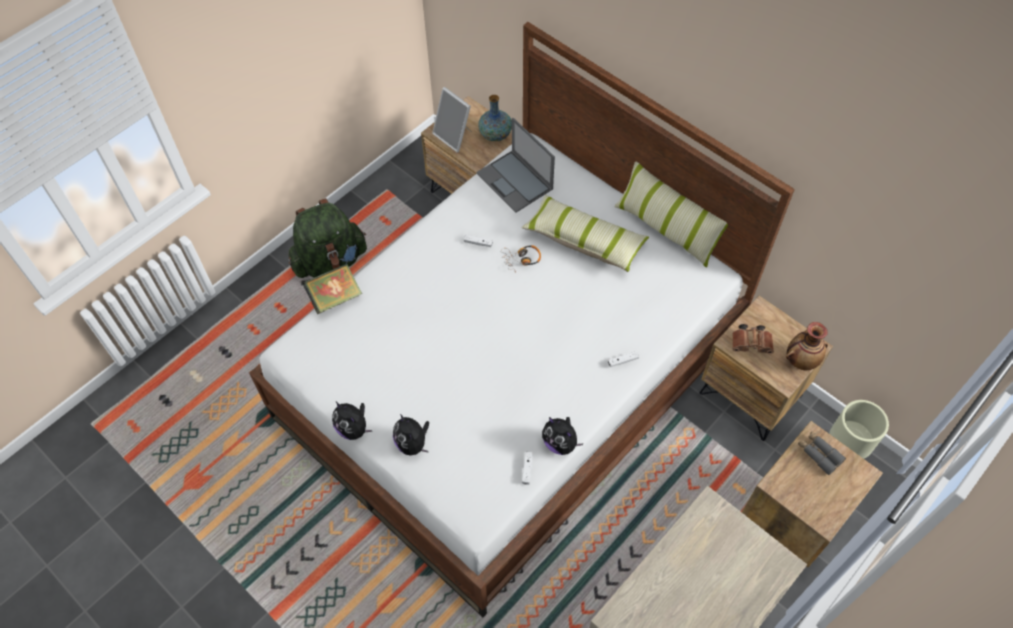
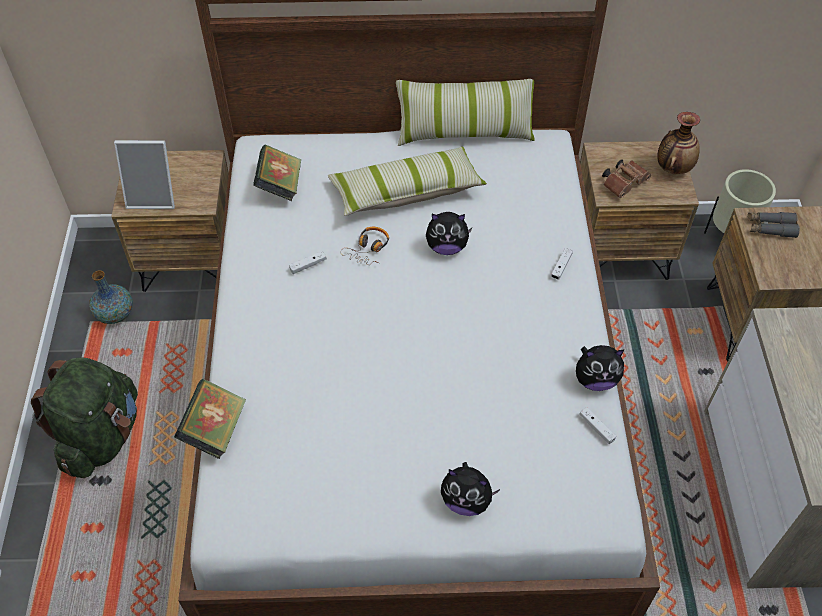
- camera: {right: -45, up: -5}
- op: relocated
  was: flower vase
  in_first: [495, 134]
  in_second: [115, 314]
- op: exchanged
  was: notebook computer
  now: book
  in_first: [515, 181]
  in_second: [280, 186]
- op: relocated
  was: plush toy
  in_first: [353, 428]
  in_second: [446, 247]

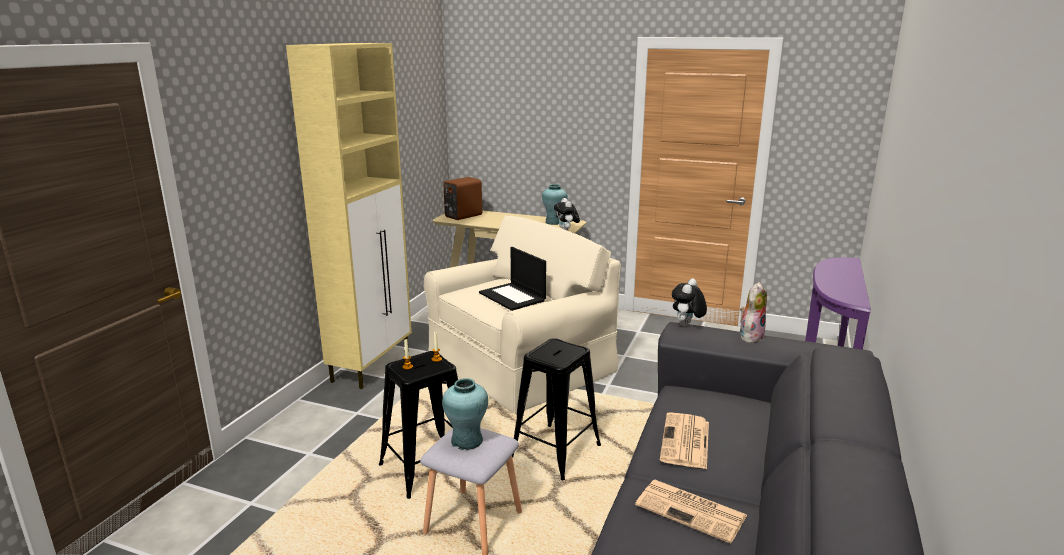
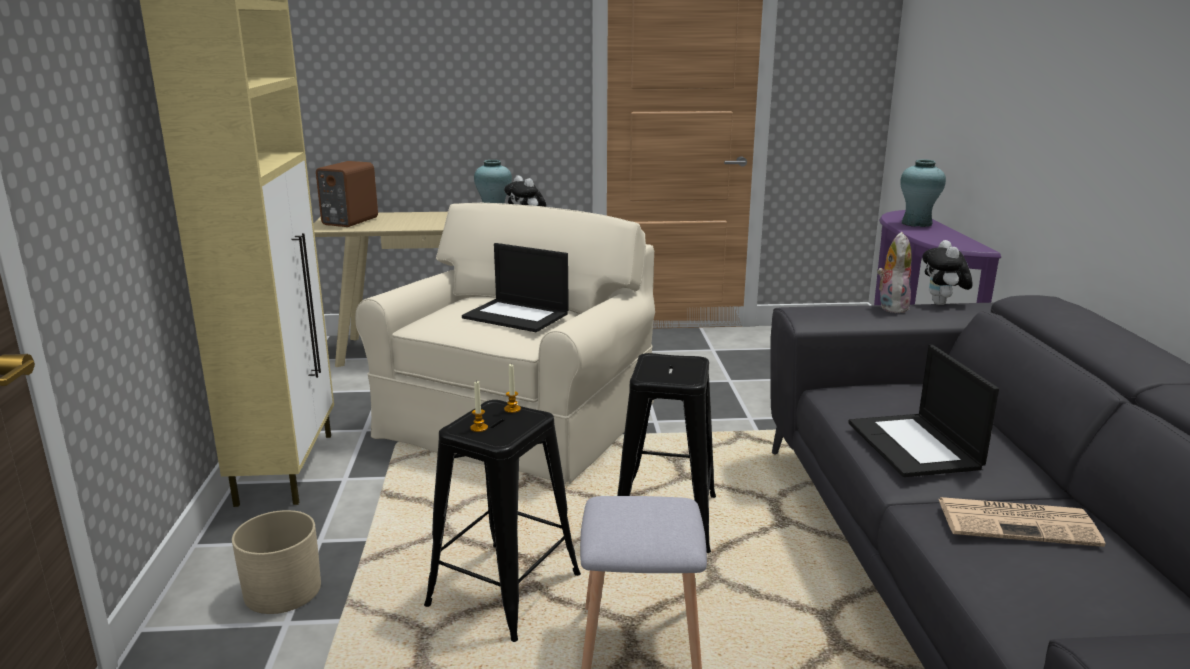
- camera: {right: -25, up: 0}
- op: relocated
  was: plush toy
  in_first: [686, 325]
  in_second: [942, 304]
- op: relocated
  was: flower vase (turquoise-coloured)
  in_first: [467, 441]
  in_second: [917, 223]
- op: exchanged
  was: newspaper
  now: notebook computer
  in_first: [685, 442]
  in_second: [915, 446]
- op: appeared
  now: plant pot (beige-coloured)
  in_second: [283, 590]

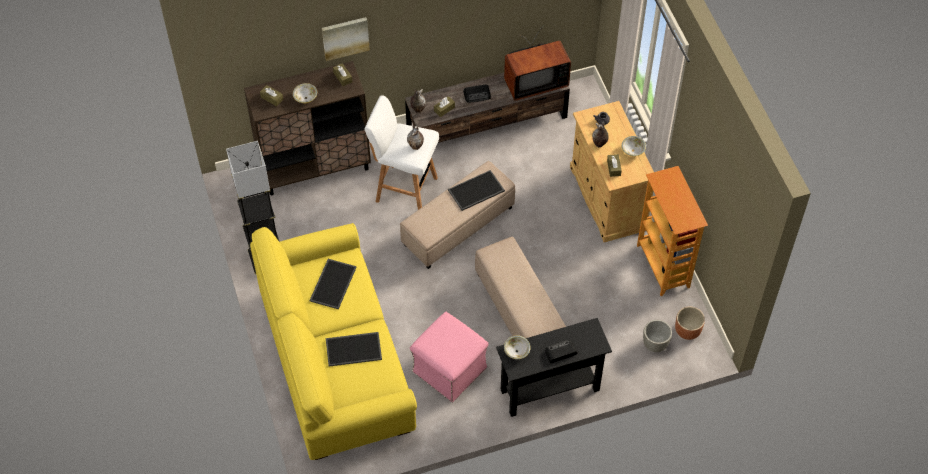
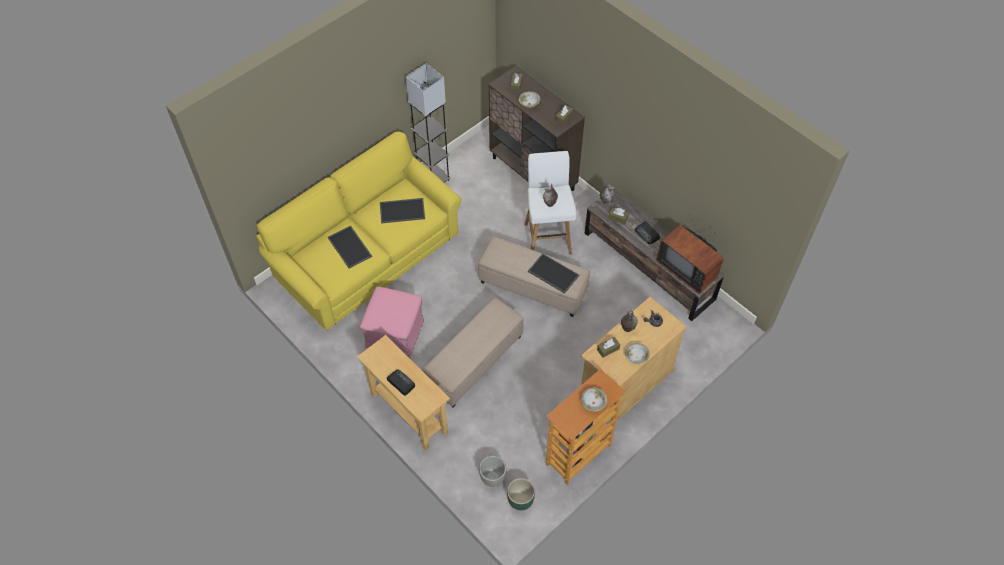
- camera: {right: 65, up: 0}
- op: missing
  was: picture
  in_first: [345, 37]
- op: colour
  was: plant pot (brown-coloured)
  now: plant pot (green)
  in_first: [687, 331]
  in_second: [520, 499]
- op: colour
  was: console table (blackish)
  now: console table (beige-coloured)
  in_first: [550, 390]
  in_second: [409, 413]
- op: relocated
  was: serving bowl
  in_first: [516, 351]
  in_second: [593, 403]

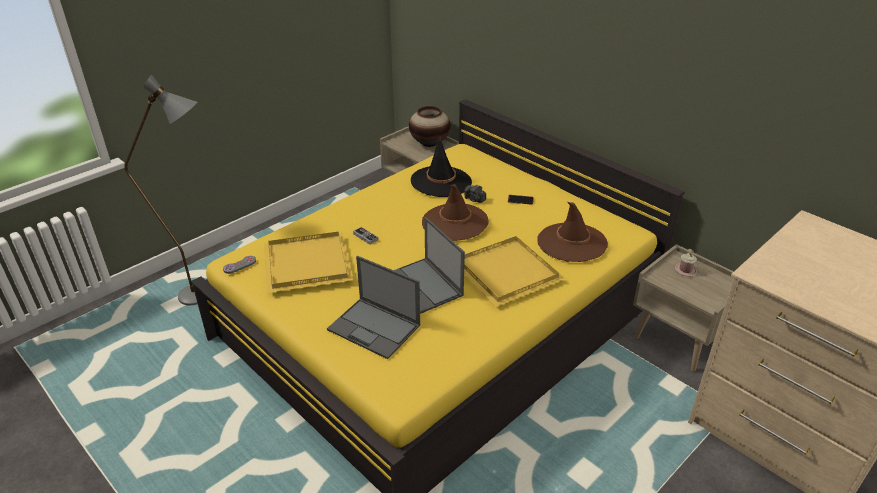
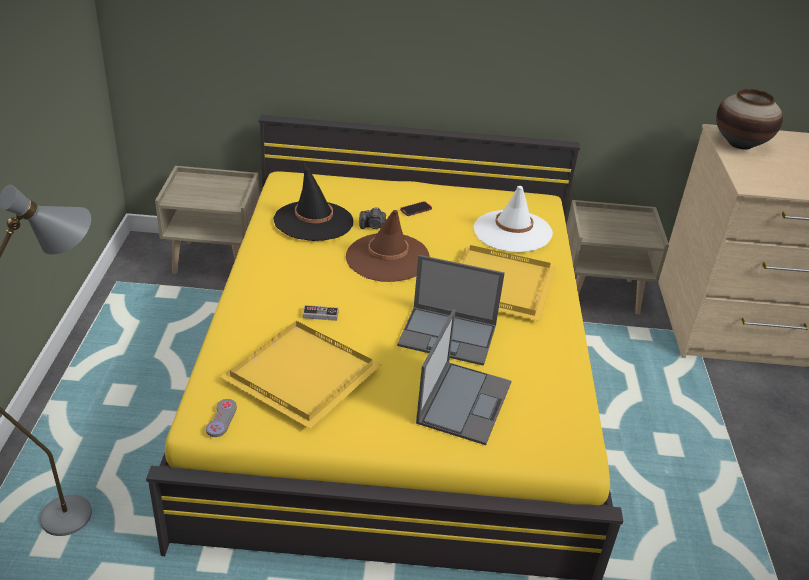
- camera: {right: -45, up: 0}
- op: relocated
  was: flower vase
  in_first: [429, 143]
  in_second: [739, 144]
- op: colour
  was: wearable hat (brown-coloured)
  now: wearable hat (white)
  in_first: [571, 242]
  in_second: [512, 231]
- op: missing
  was: mug (pinkish)
  in_first: [685, 270]
- op: spun
  was: notebook computer
  in_first: [375, 328]
  in_second: [464, 401]
  clockwise: -60

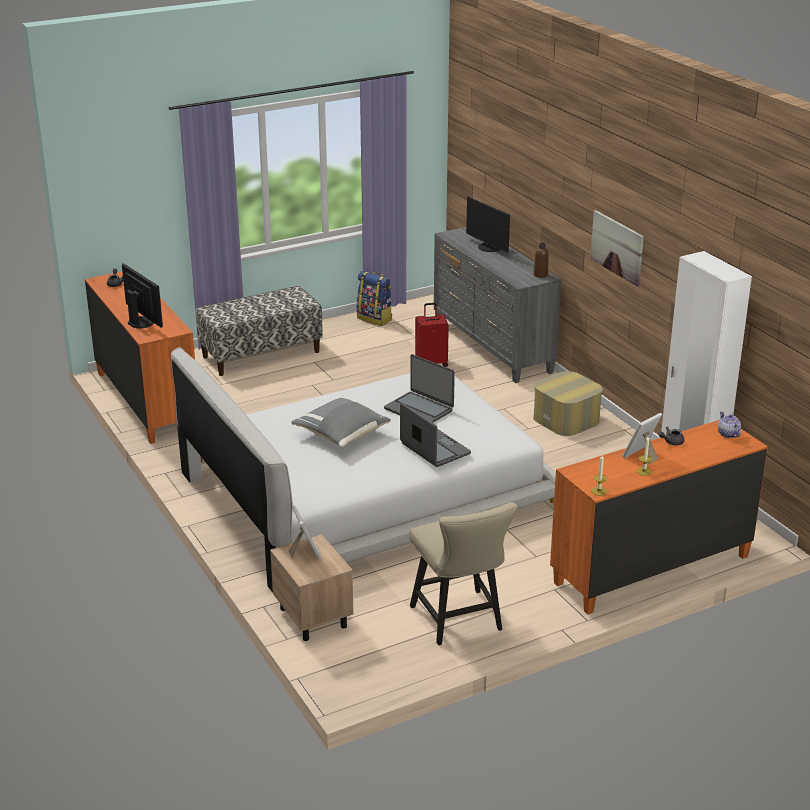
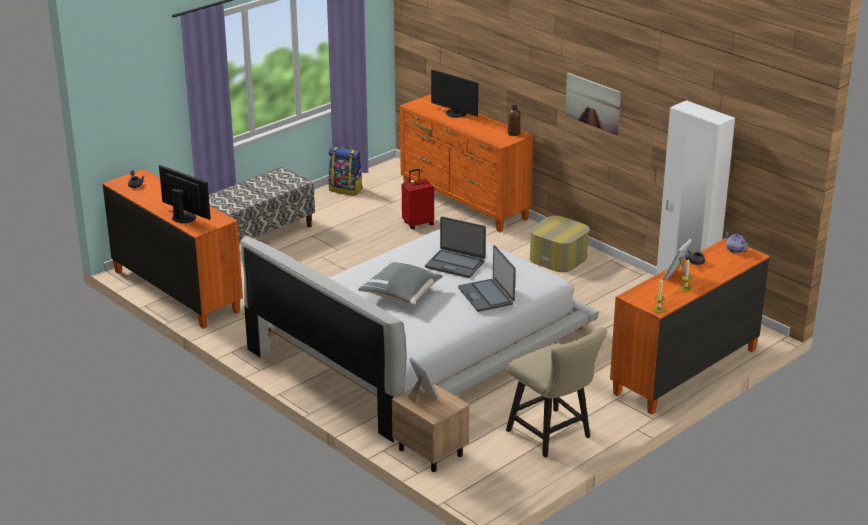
- camera: {right: -15, up: 0}
- op: colour
  was: chest of drawers (grey)
  now: chest of drawers (orange-coloured)
  in_first: [492, 347]
  in_second: [464, 203]
- op: spun
  was: notebook computer
  in_first: [434, 449]
  in_second: [486, 296]
  clockwise: -150

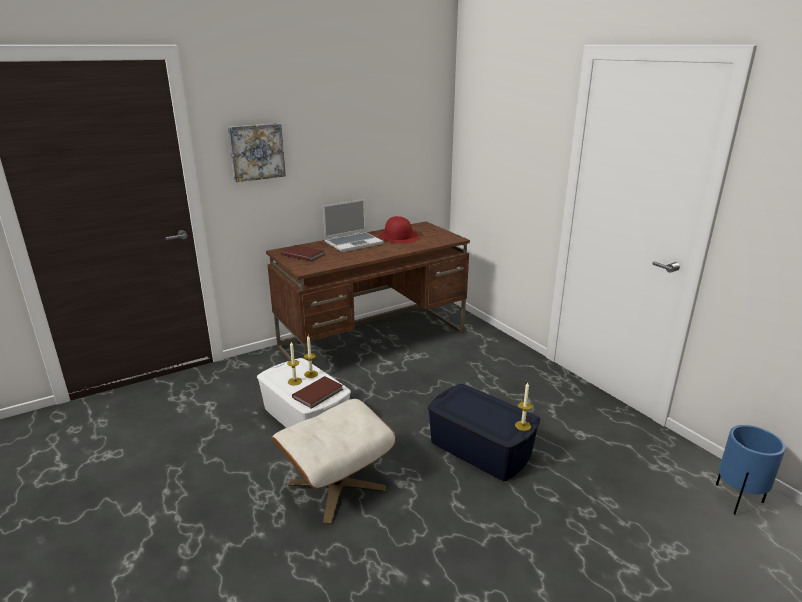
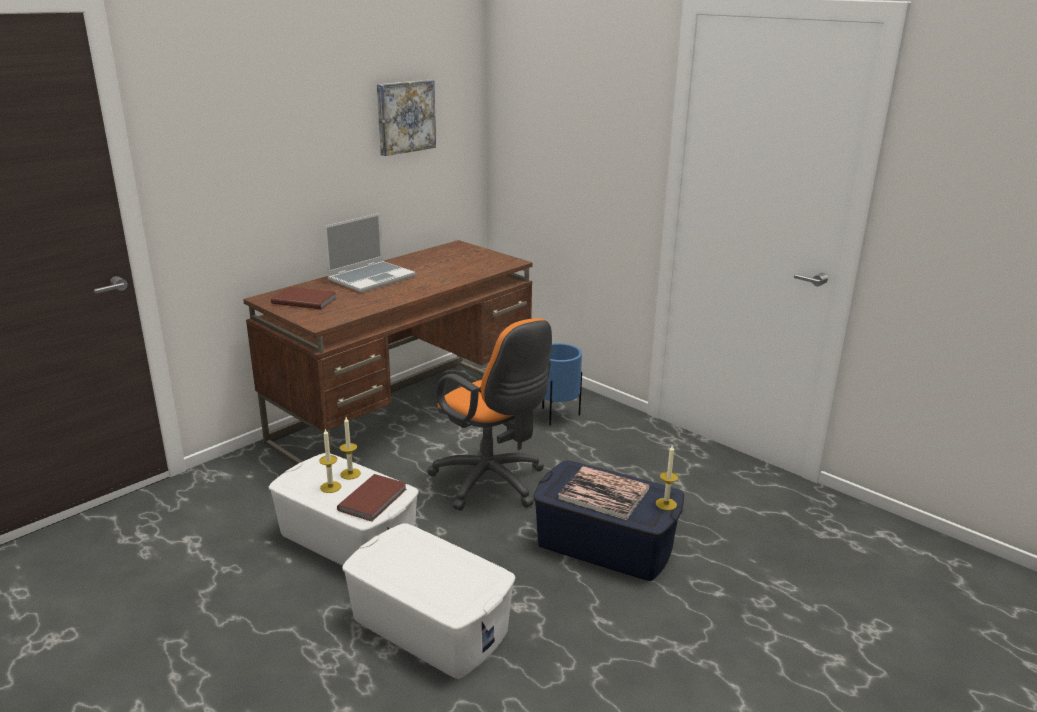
- camera: {right: -15, up: 0}
- op: relocated
  was: picture
  in_first: [256, 152]
  in_second: [404, 116]
- op: missing
  was: wearable hat (red)
  in_first: [398, 237]
- op: exchanged
  was: footrest (beige-coloured)
  now: storage bin (white)
  in_first: [337, 486]
  in_second: [430, 624]
- op: relocated
  was: plant pot (blue)
  in_first: [737, 500]
  in_second: [557, 416]
- op: appeared
  now: desk chair (orange-coloured)
  in_second: [492, 484]
- op: appeared
  now: book
  in_second: [604, 493]

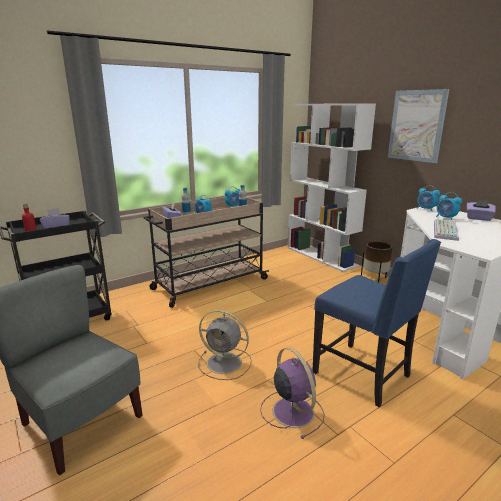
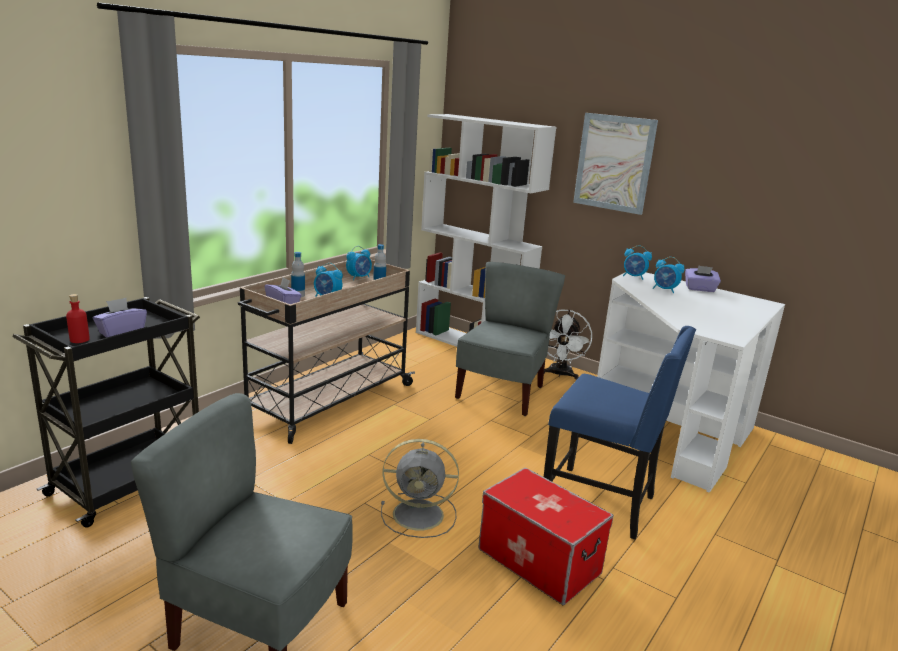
- camera: {right: -20, up: 0}
- op: missing
  was: PC keyboard
  in_first: [444, 230]
- op: exchanged
  was: plant pot (brown-coloured)
  now: fan (white)
  in_first: [375, 280]
  in_second: [559, 374]
- op: exchanged
  was: fan (purple)
  now: storage bin
  in_first: [292, 410]
  in_second: [538, 561]
- op: appeared
  now: plain chair (grey)
  in_second: [502, 393]

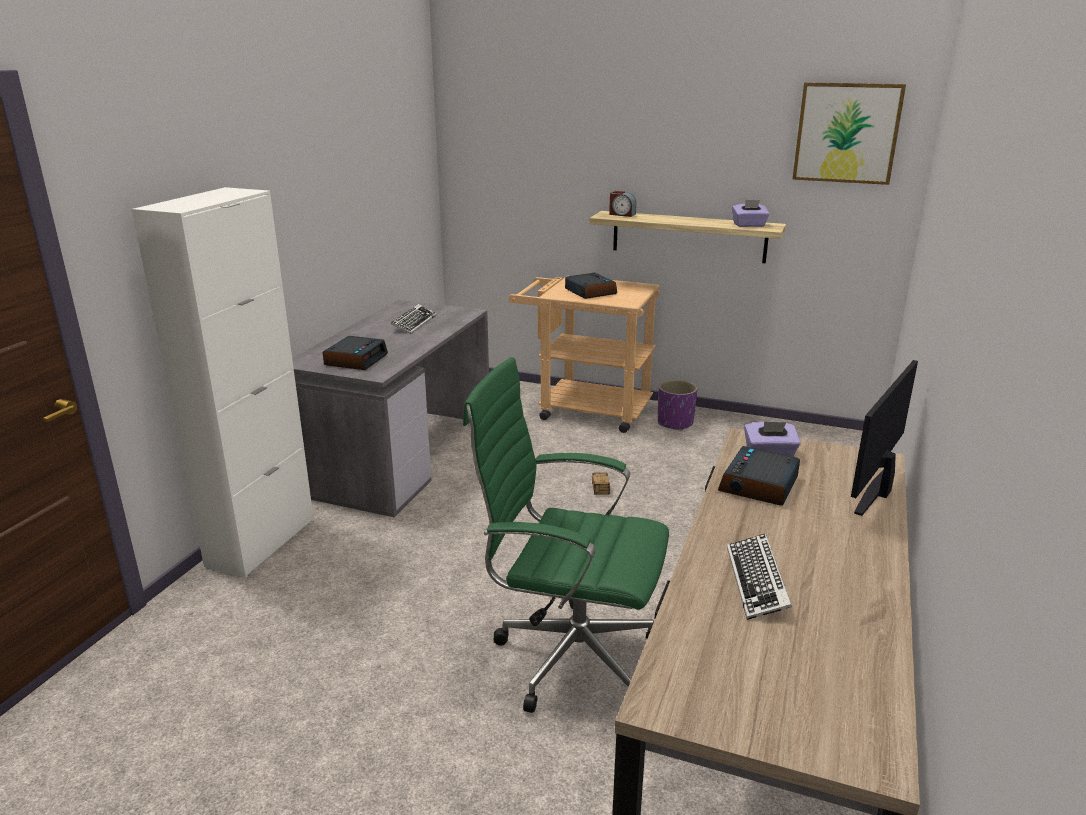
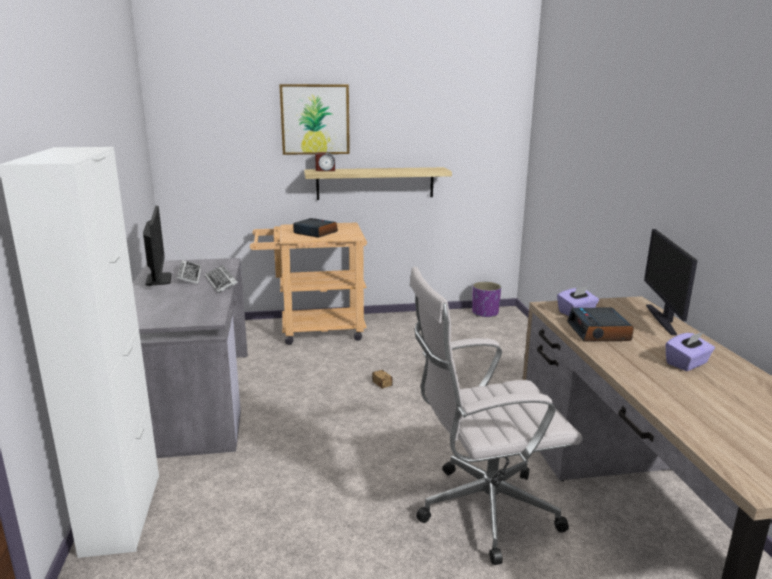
- camera: {right: -30, up: -5}
- op: relocated
  was: picture
  in_first: [847, 133]
  in_second: [315, 119]
- op: relocated
  was: tissue box (purple)
  in_first: [749, 225]
  in_second: [687, 363]
- op: missing
  was: alarm clock
  in_first: [356, 359]
- op: colour
  was: desk chair (green)
  now: desk chair (white)
  in_first: [569, 656]
  in_second: [481, 511]
- op: relocated
  was: plant pot (purple)
  in_first: [675, 423]
  in_second: [485, 313]
- op: relocated
  was: PC keyboard
  in_first: [757, 582]
  in_second: [221, 283]
- op: appeared
  now: monitor
  in_second: [158, 279]

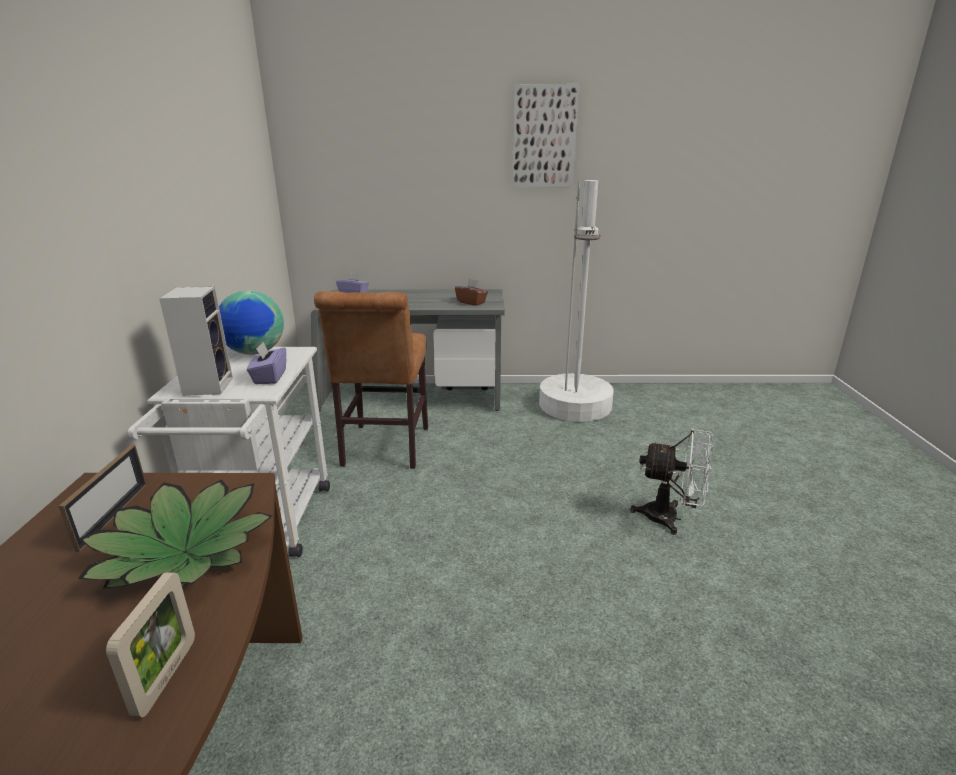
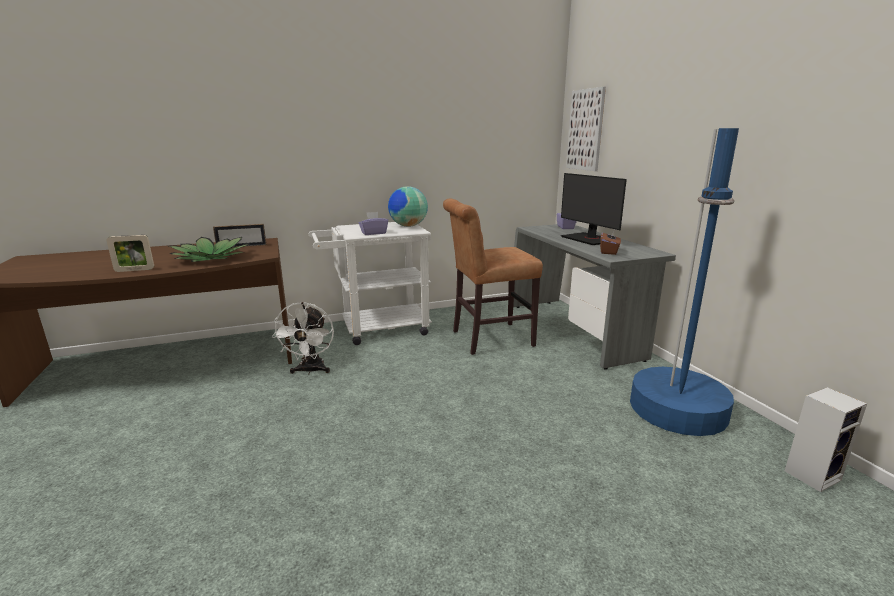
- camera: {right: 70, up: -5}
- op: relocated
  was: picture
  in_first: [544, 137]
  in_second: [585, 130]
- op: colour
  was: standing lamp (white)
  now: standing lamp (blue)
  in_first: [575, 405]
  in_second: [678, 410]
- op: relocated
  was: audio speaker
  in_first: [208, 385]
  in_second: [812, 474]
- op: relocated
  was: fan (white)
  in_first: [670, 518]
  in_second: [310, 371]
- op: appeared
  now: monitor
  in_second: [588, 239]

